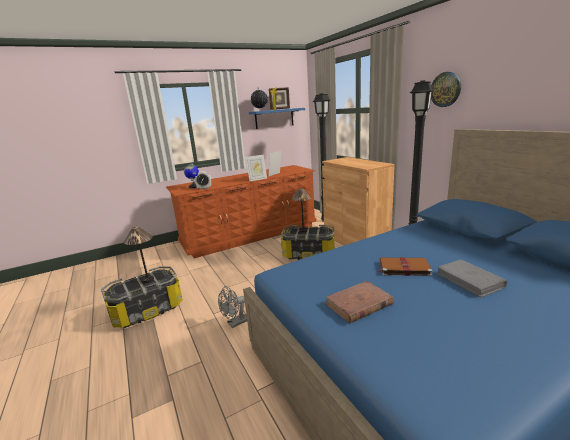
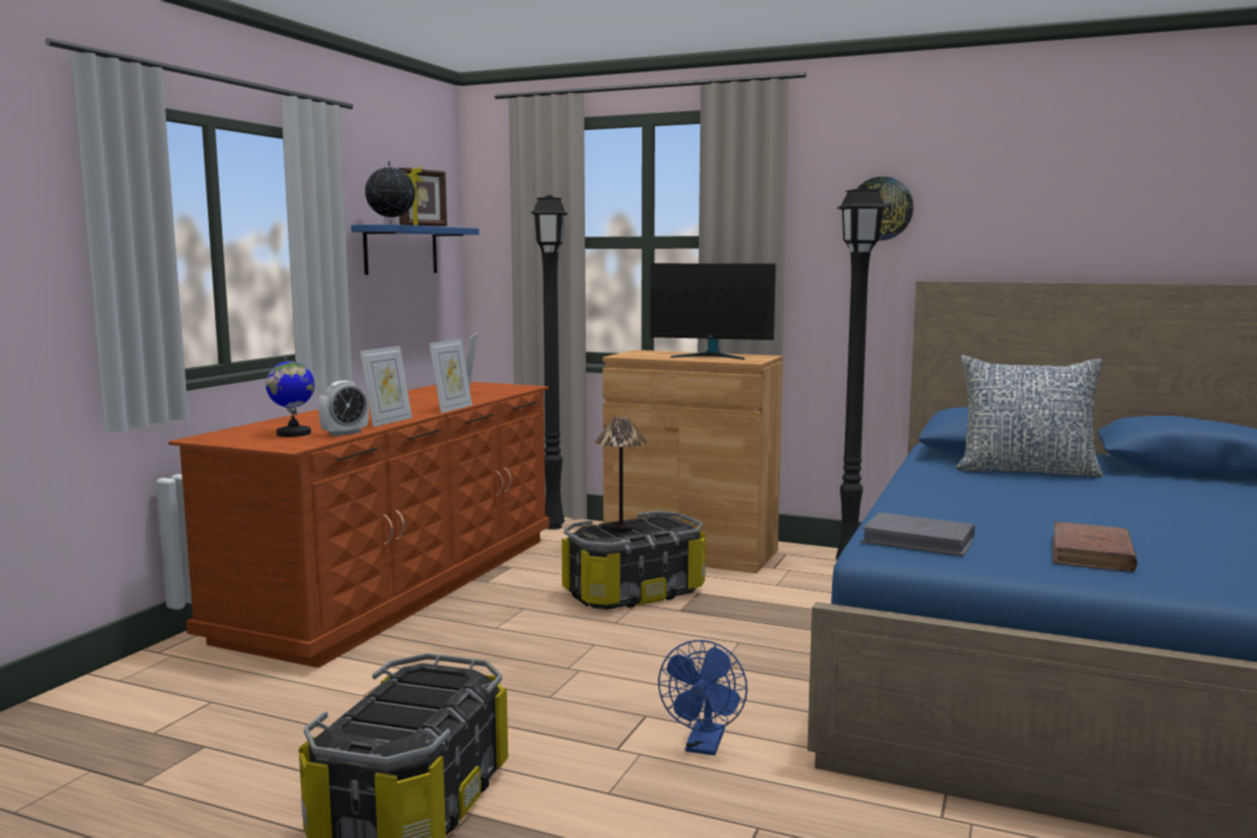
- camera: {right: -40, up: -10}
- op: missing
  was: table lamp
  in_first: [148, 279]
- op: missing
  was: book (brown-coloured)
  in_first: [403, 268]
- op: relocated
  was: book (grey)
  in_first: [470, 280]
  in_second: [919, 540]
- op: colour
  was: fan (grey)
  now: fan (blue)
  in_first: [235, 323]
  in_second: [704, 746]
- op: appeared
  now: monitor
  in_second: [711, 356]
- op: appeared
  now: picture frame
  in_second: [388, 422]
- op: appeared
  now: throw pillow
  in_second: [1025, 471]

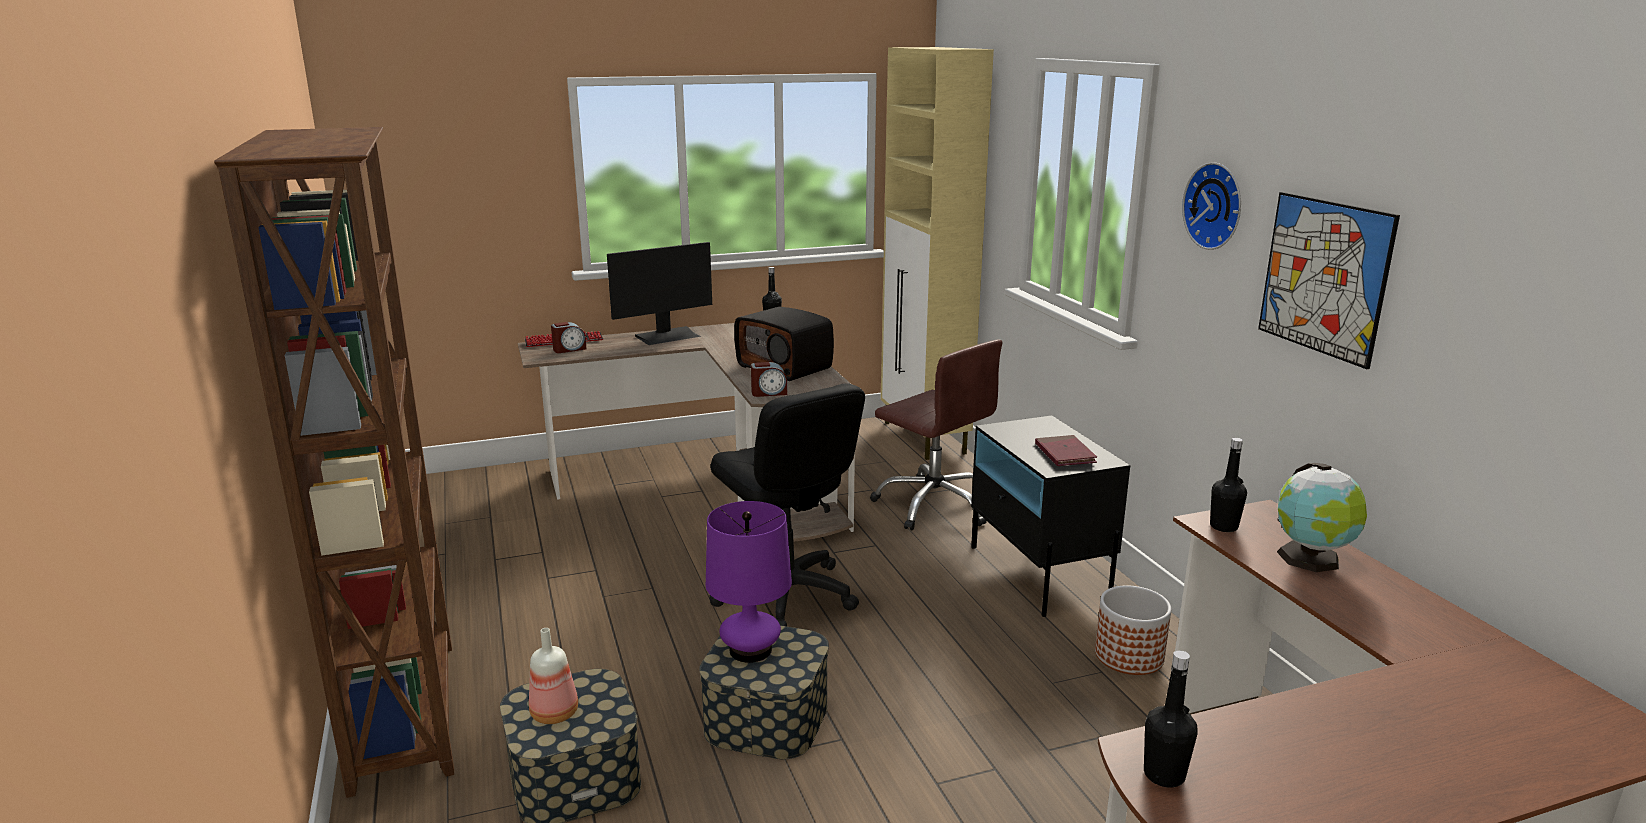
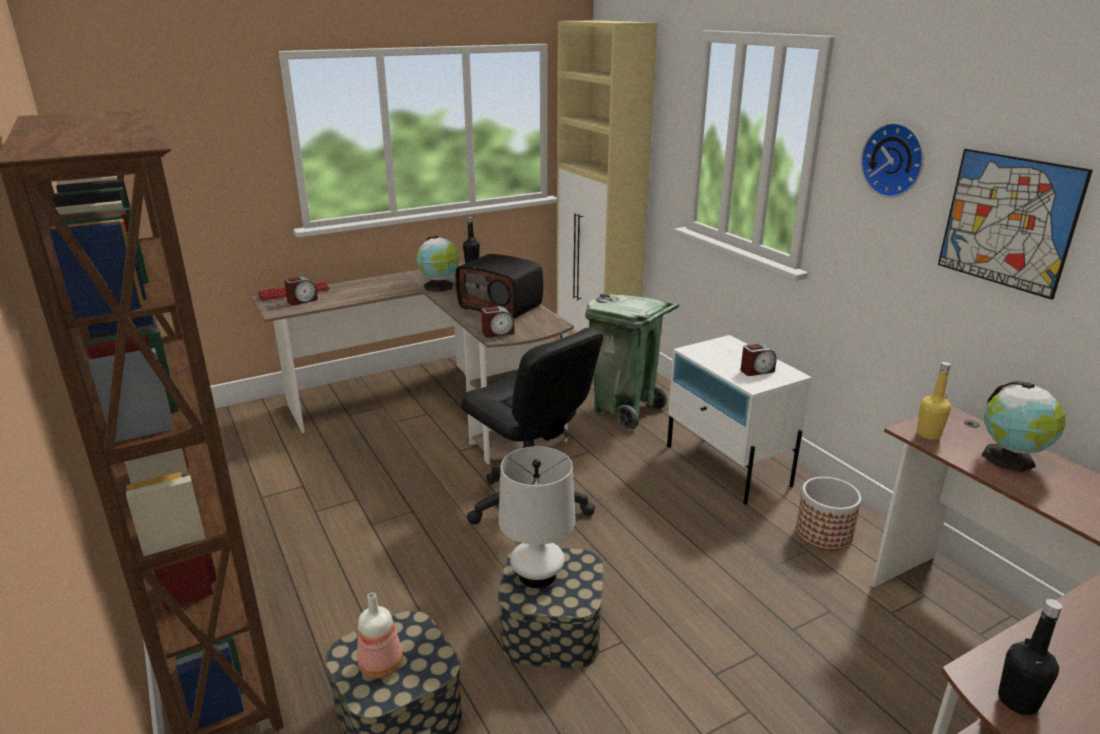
- camera: {right: -10, up: 5}
- op: missing
  was: monitor
  in_first: [668, 336]
- op: exchanged
  was: desk chair (brown-coloured)
  now: waste bin (green)
  in_first: [934, 505]
  in_second: [624, 410]
- op: colour
  was: nightstand (blackish)
  now: nightstand (white)
  in_first: [1038, 574]
  in_second: [727, 465]
- op: exchanged
  was: book (red)
  now: alarm clock
  in_first: [1065, 454]
  in_second: [756, 371]
- op: colour
  was: bottle (blackish)
  now: bottle (yellow-coloured)
  in_first: [1223, 526]
  in_second: [928, 434]
- op: colour
  was: table lamp (purple)
  now: table lamp (white)
  in_first: [750, 650]
  in_second: [537, 575]
- op: appeared
  now: globe
  in_second: [439, 287]

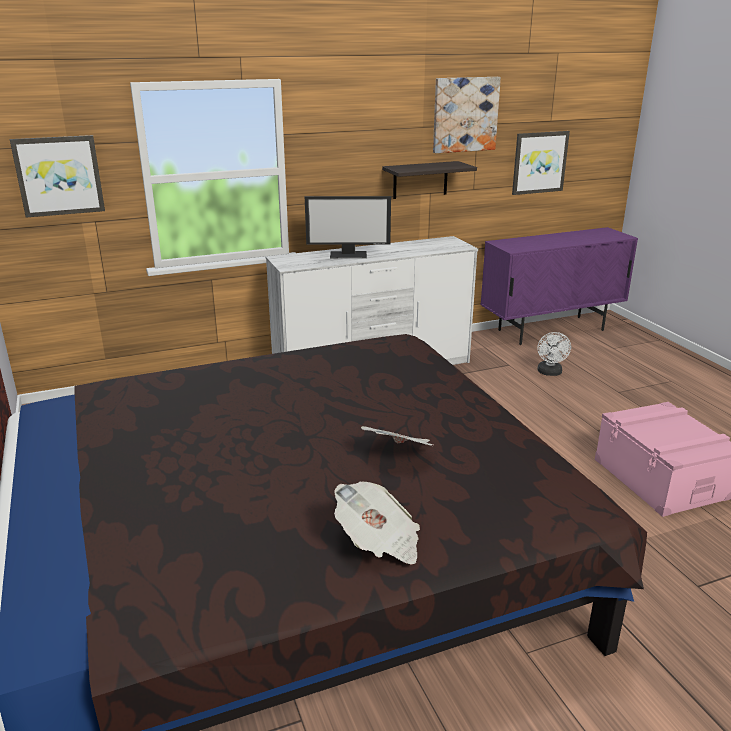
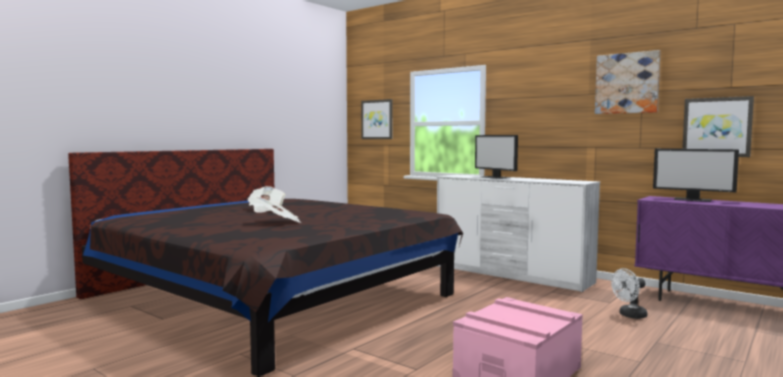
- camera: {right: 60, up: -20}
- op: missing
  was: shelf
  in_first: [420, 180]
- op: relocated
  was: newspaper
  in_first: [379, 542]
  in_second: [266, 210]
- op: appeared
  now: monitor
  in_second: [693, 199]

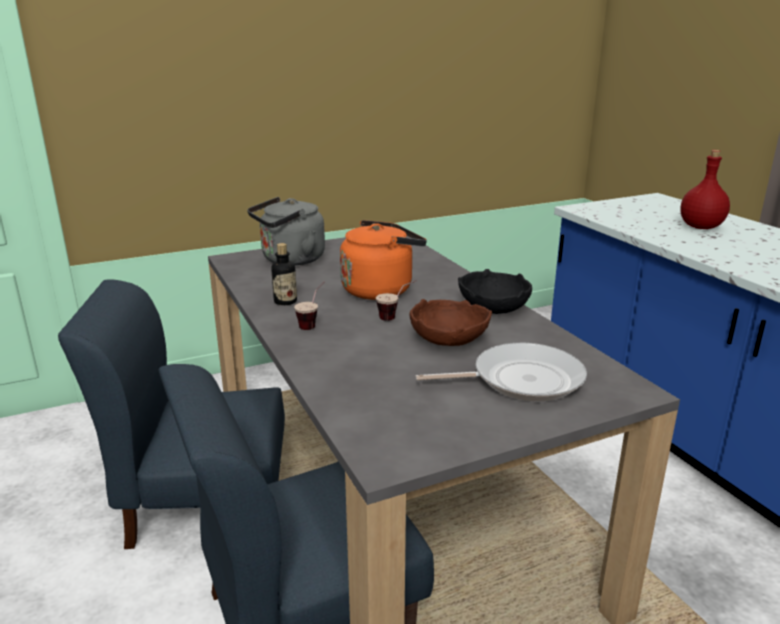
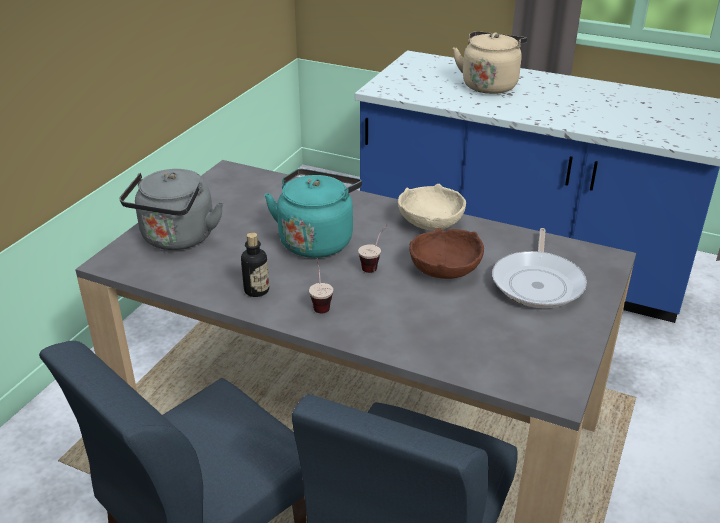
- camera: {right: -40, up: 10}
- op: exchanged
  was: bottle (red)
  now: tea kettle (beige-coloured)
  in_first: [701, 227]
  in_second: [489, 85]
- op: colour
  was: tea kettle (orange-coloured)
  now: tea kettle (turquoise-coloured)
  in_first: [380, 289]
  in_second: [317, 240]
- op: colour
  was: serving bowl (blackish)
  now: serving bowl (beige-coloured)
  in_first: [494, 308]
  in_second: [431, 223]
- op: spun
  was: frying pan
  in_first: [520, 380]
  in_second: [538, 282]
  clockwise: 150

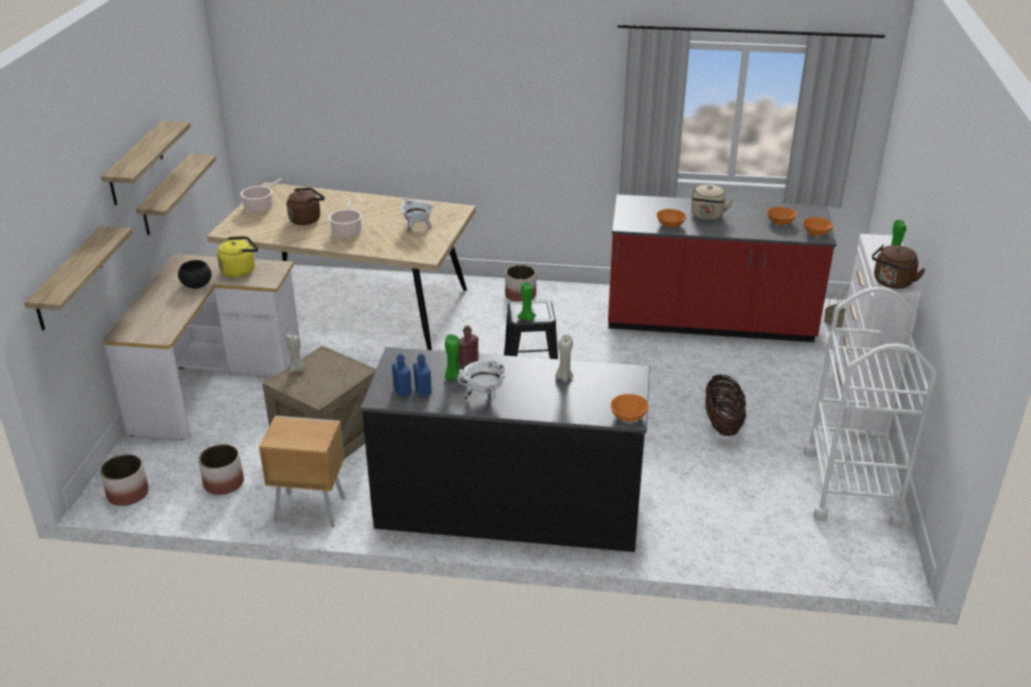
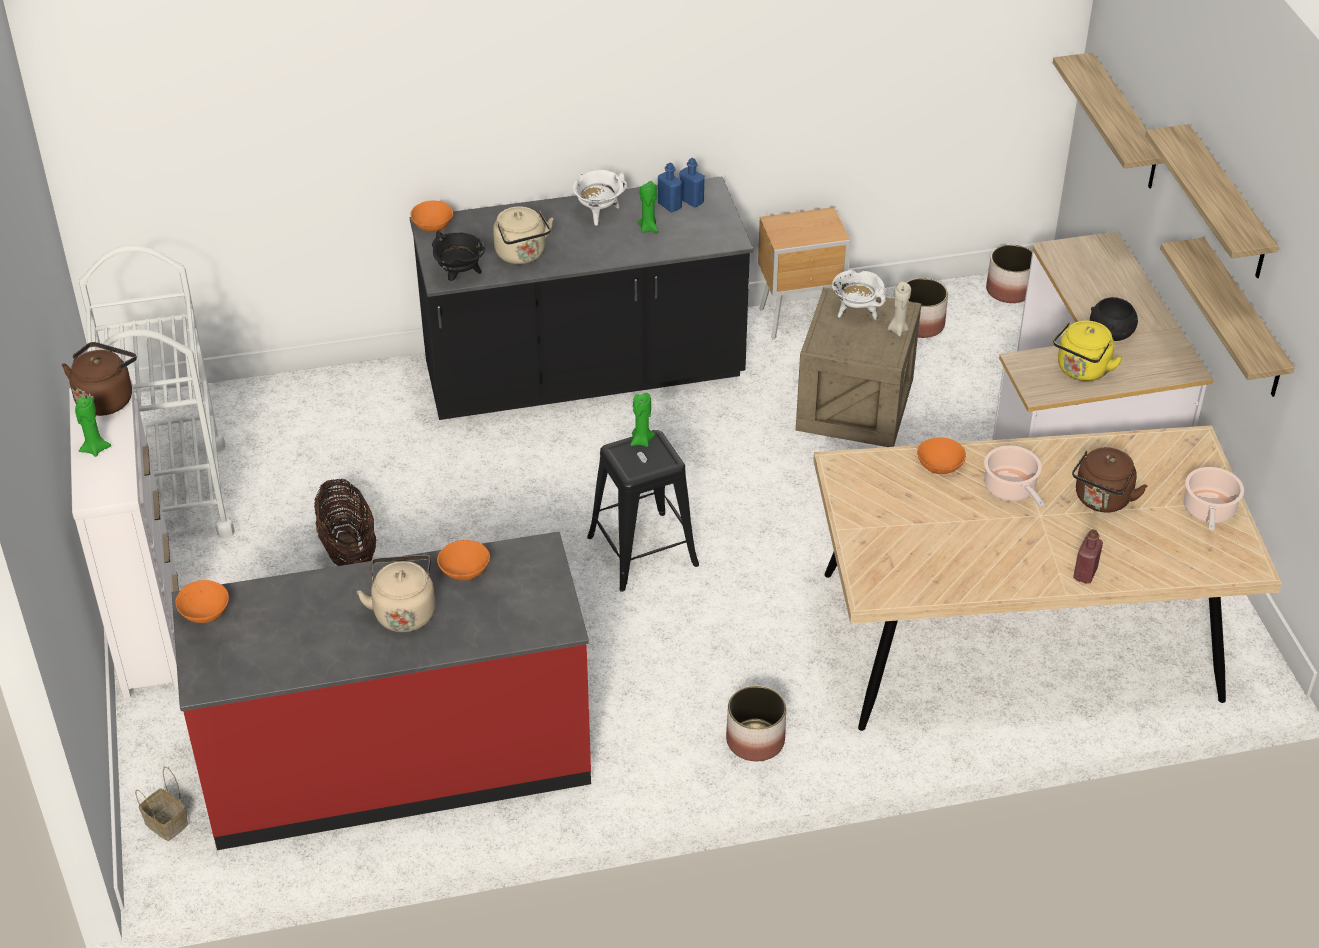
- camera: {right: 160, up: 10}
- op: relocated
  was: saucepot (white)
  in_first: [417, 227]
  in_second: [856, 312]
- op: relocated
  was: serving bowl (orange-coloured)
  in_first: [780, 222]
  in_second: [939, 465]
- op: relocated
  was: bottle (red)
  in_first: [468, 362]
  in_second: [1085, 574]
- op: exchanged
  was: wax candle (beige-coloured)
  now: tea kettle (beige-coloured)
  in_first: [564, 377]
  in_second: [522, 255]
- op: appeared
  now: saucepot (blackish)
  in_second: [459, 276]

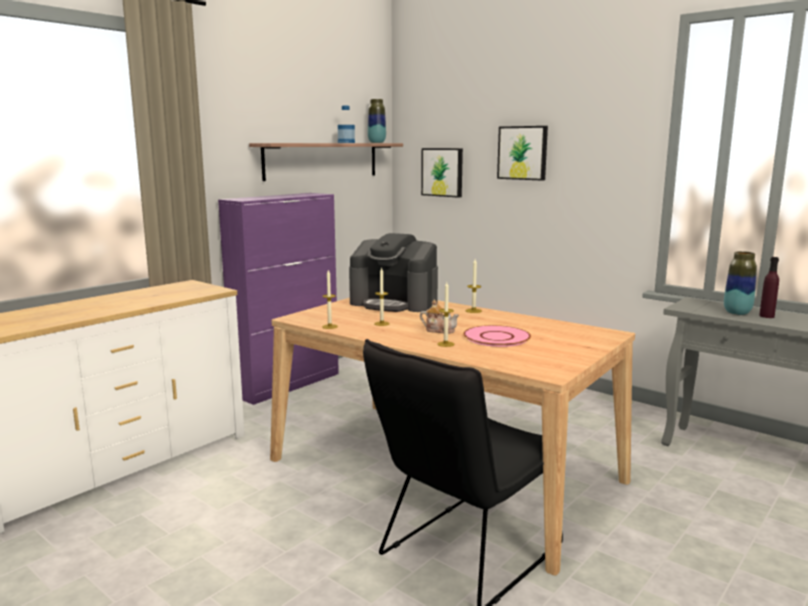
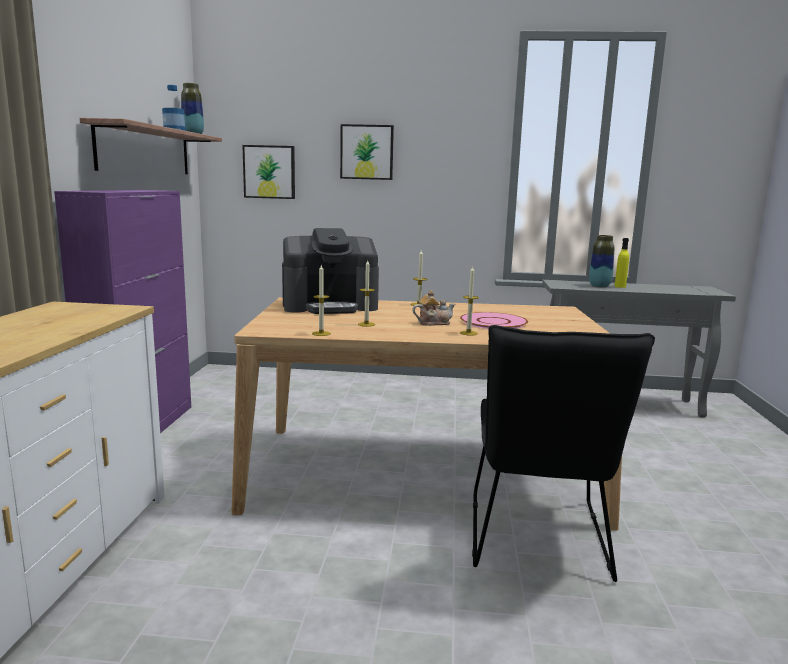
- camera: {right: -35, up: 0}
- op: colour
  was: bottle (purple)
  now: bottle (yellow-coloured)
  in_first: [766, 316]
  in_second: [620, 286]

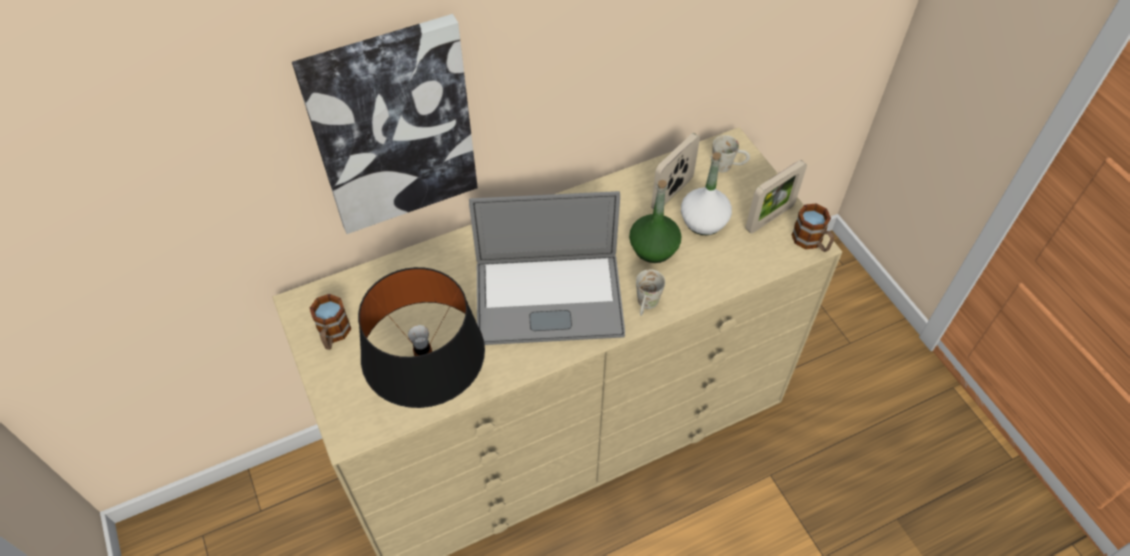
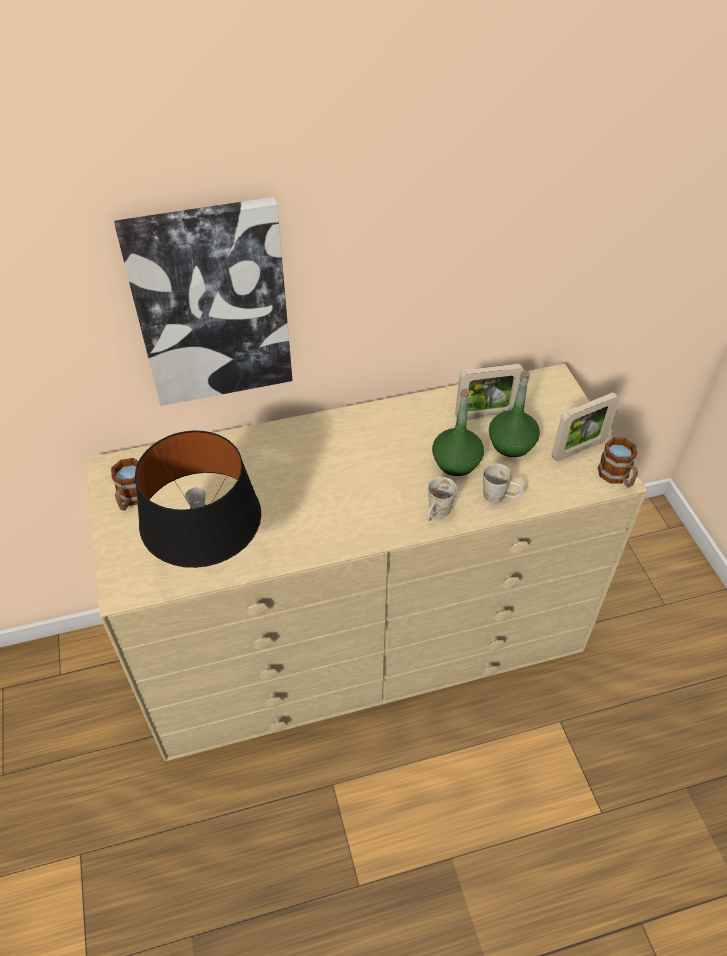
- camera: {right: 10, up: -5}
- op: spun
  was: picture frame
  in_first: [672, 193]
  in_second: [485, 415]
  clockwise: -150
- op: relocated
  was: mug (white)
  in_first: [728, 166]
  in_second: [500, 497]
- op: colour
  was: bottle (white)
  now: bottle (green)
  in_first: [703, 221]
  in_second: [511, 444]
- op: missing
  was: notebook computer
  in_first: [548, 298]

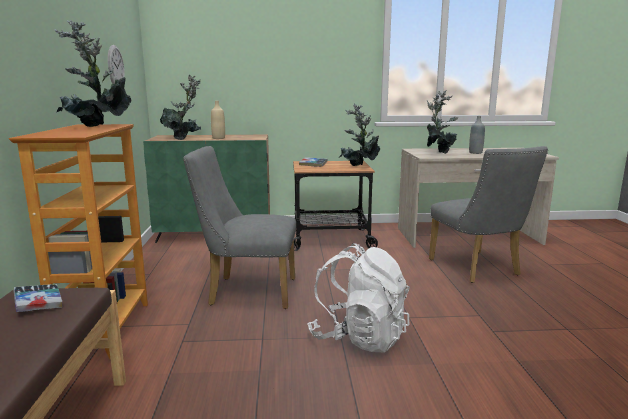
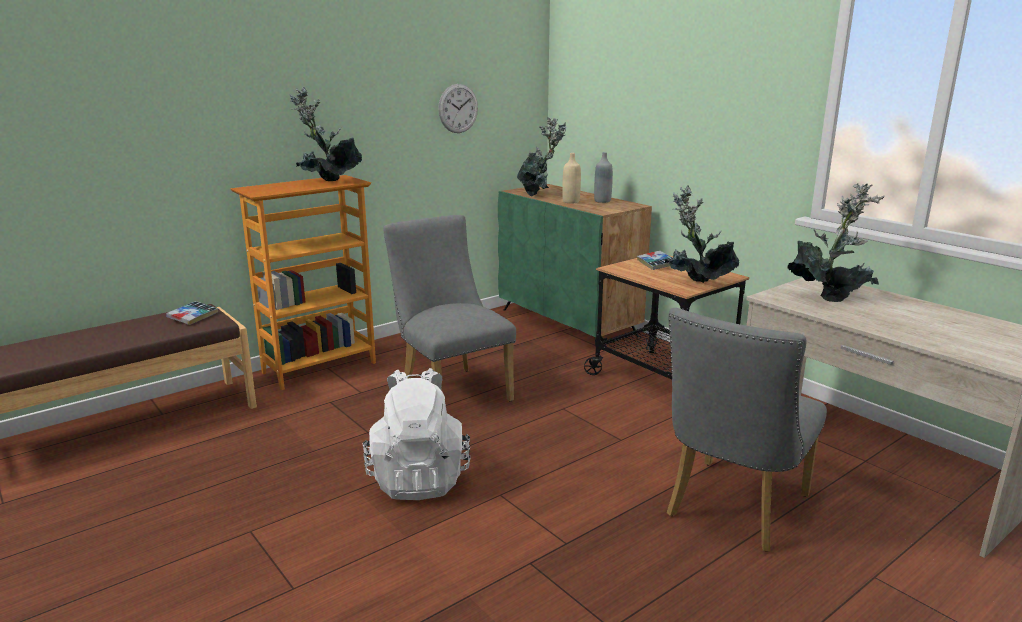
- camera: {right: 55, up: 5}
- op: relocated
  was: bottle (grey)
  in_first: [475, 153]
  in_second: [602, 201]

